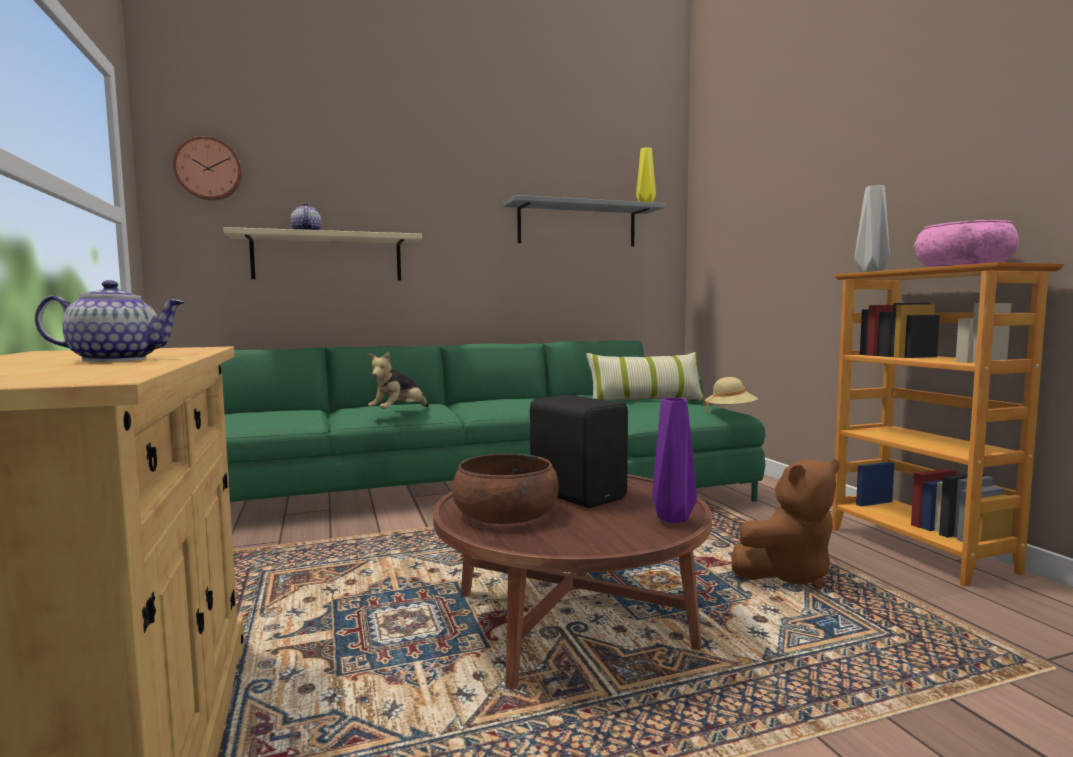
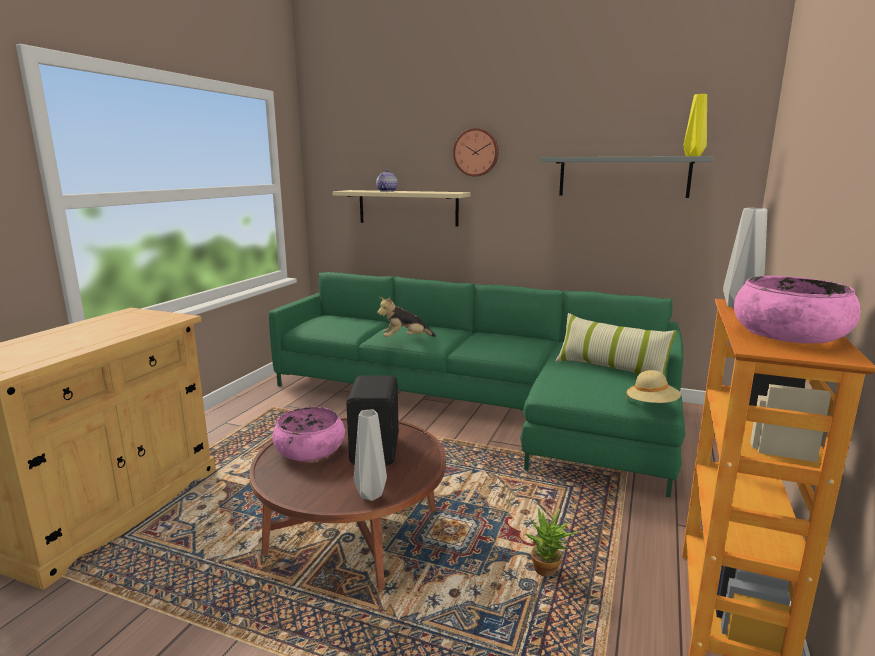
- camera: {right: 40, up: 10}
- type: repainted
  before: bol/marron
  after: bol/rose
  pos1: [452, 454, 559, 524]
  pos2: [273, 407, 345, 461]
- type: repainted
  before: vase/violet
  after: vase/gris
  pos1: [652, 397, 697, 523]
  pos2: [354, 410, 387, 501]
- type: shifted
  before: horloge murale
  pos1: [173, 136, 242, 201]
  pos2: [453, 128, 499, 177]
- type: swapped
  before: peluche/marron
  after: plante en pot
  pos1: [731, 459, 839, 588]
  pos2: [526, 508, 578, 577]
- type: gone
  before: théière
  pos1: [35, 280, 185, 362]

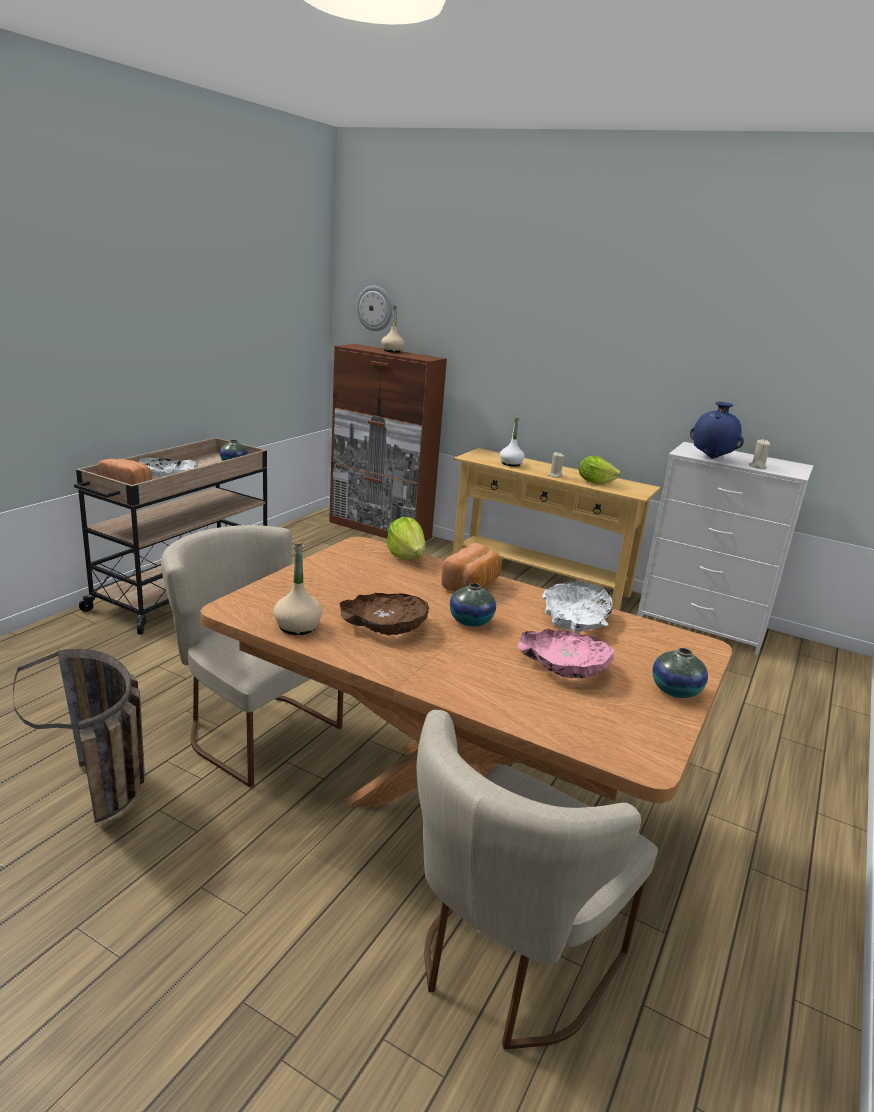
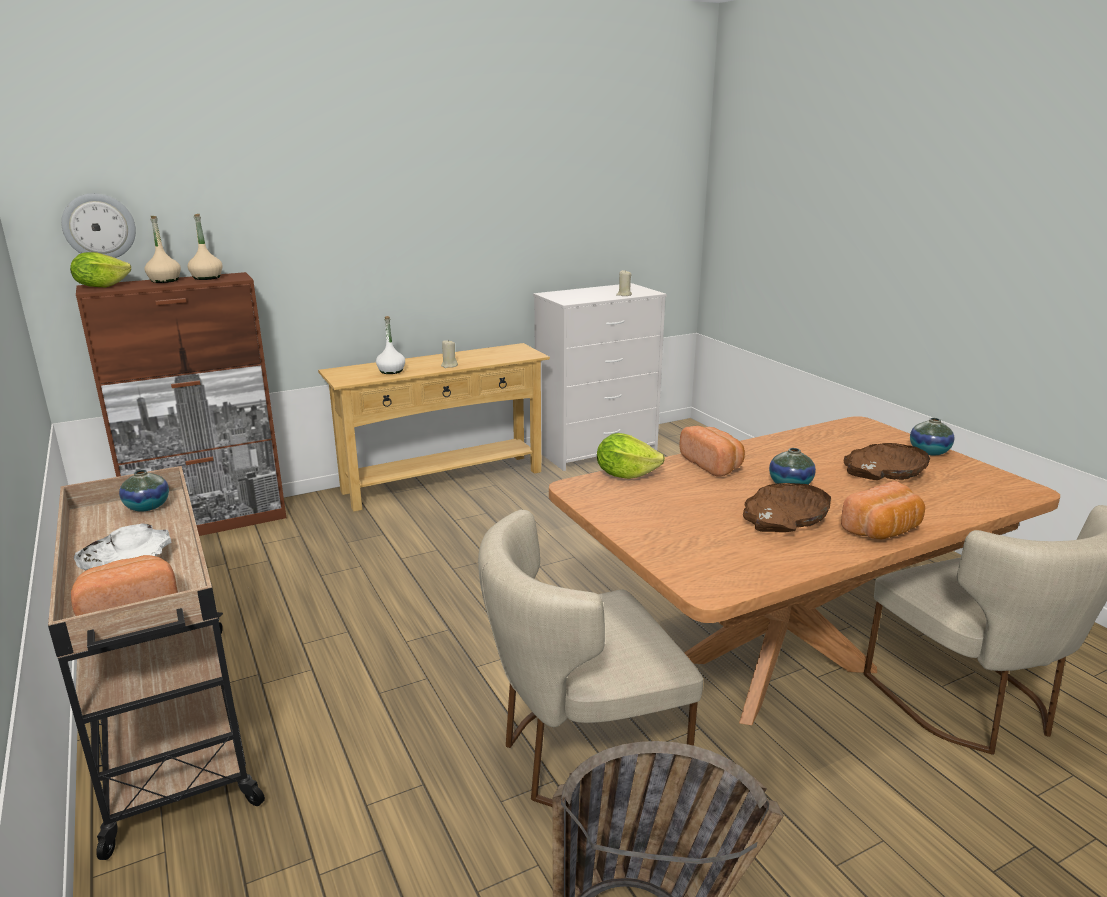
- camera: {right: -55, up: 0}
- type: shifted
  before: laitue
  pos1: [579, 456, 621, 484]
  pos2: [70, 252, 131, 287]
- type: shifted
  before: bouteille/beige
  pos1: [273, 541, 322, 635]
  pos2: [188, 214, 223, 280]
- type: new
  after: pain
  pos2: [841, 481, 925, 539]
- type: repainted
  before: bol/rose
  after: bol/marron
  pos1: [518, 629, 614, 679]
  pos2: [844, 443, 930, 480]
- type: gone
  before: bol/blanc
  pos1: [542, 581, 613, 634]
- type: gone
  before: vase/bleu
  pos1: [690, 402, 744, 459]

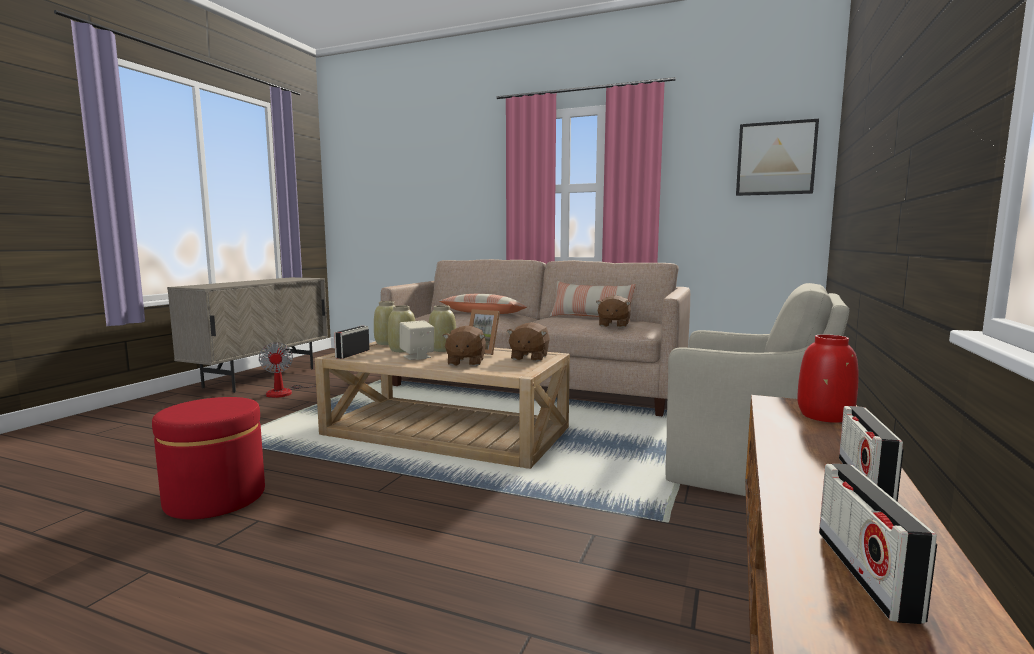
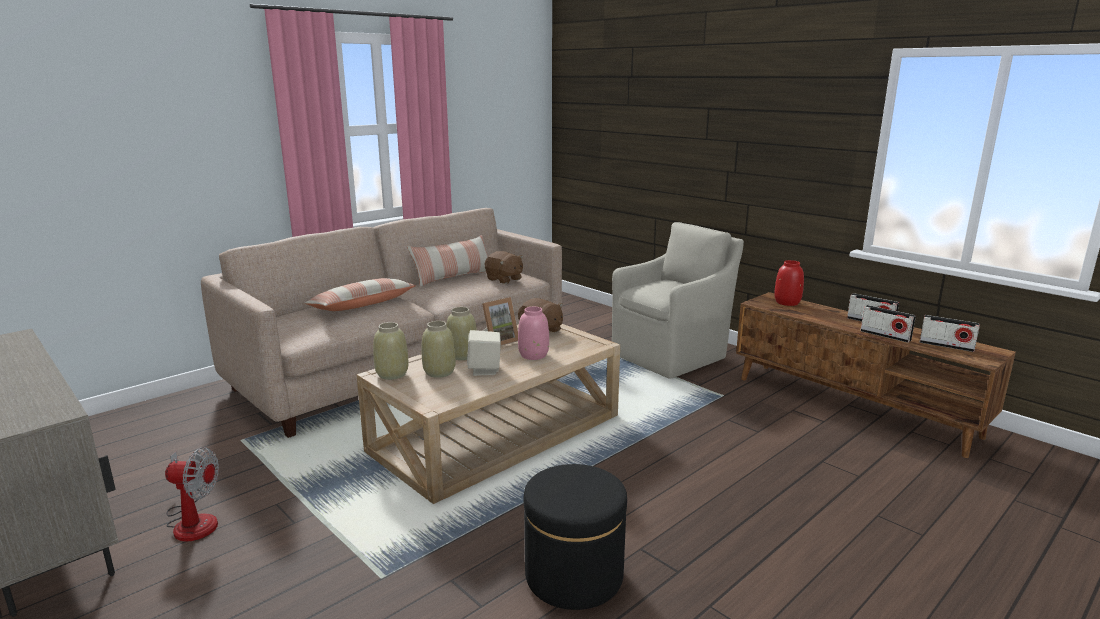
- camera: {right: -65, up: 10}
- type: swapped
  before: peluche/marron
  after: vase/rose
  pos1: [443, 325, 486, 366]
  pos2: [518, 307, 549, 360]
- type: repainted
  before: pouf/rouge
  after: pouf/noir
  pos1: [152, 397, 265, 519]
  pos2: [524, 464, 627, 610]
- type: shifted
  before: radio
  pos1: [334, 326, 370, 359]
  pos2: [860, 305, 916, 343]
- type: gone
  before: tableau
  pos1: [736, 119, 819, 196]

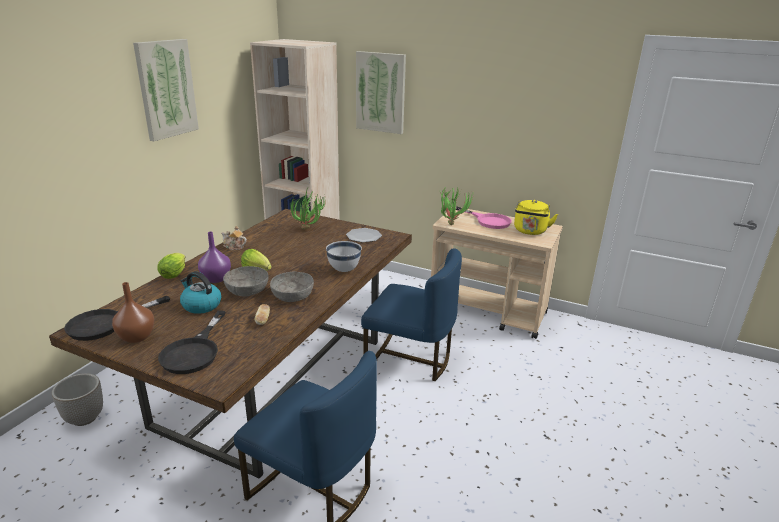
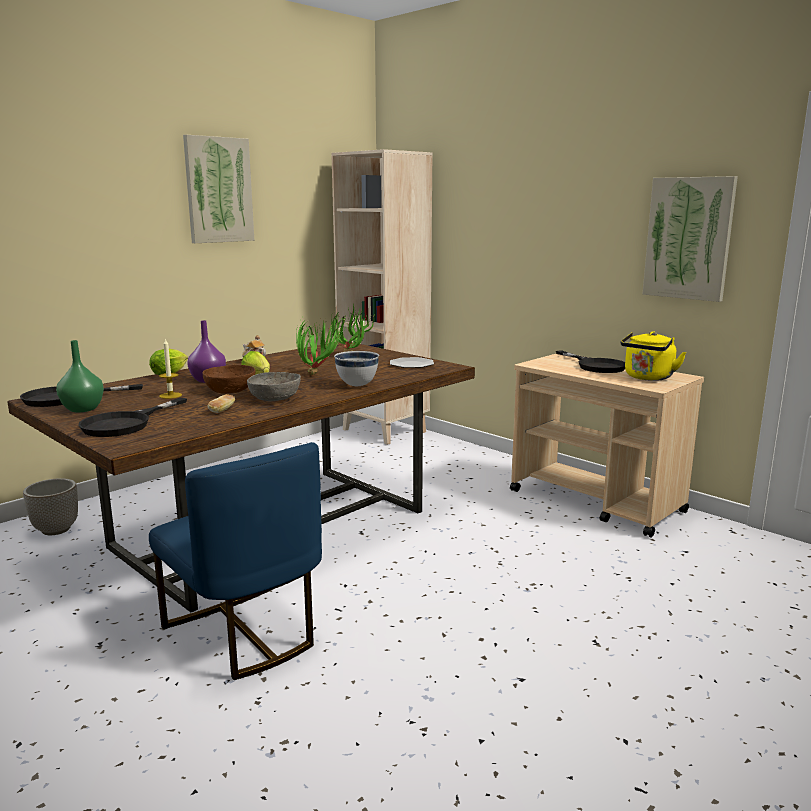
- camera: {right: 20, up: -10}
- type: repainted
  before: vase/marron
  after: vase/vert
  pos1: [112, 282, 154, 343]
  pos2: [56, 340, 104, 412]
- type: swapped
  before: bouilloire
  after: bougie
  pos1: [180, 271, 221, 314]
  pos2: [159, 339, 182, 399]
- type: repainted
  before: bol/gris
  after: bol/marron
  pos1: [223, 266, 269, 297]
  pos2: [203, 365, 255, 394]
- type: shifted
  before: plante en pot
  pos1: [439, 186, 474, 225]
  pos2: [296, 318, 343, 375]
- type: repainted
  before: poêle/rose
  after: poêle/noir
  pos1: [456, 206, 512, 229]
  pos2: [556, 350, 625, 373]
- type: shifted
  before: tableau
  pos1: [356, 51, 406, 134]
  pos2: [642, 176, 738, 302]
- type: gone
  before: chaise/bleu
  pos1: [361, 248, 462, 381]

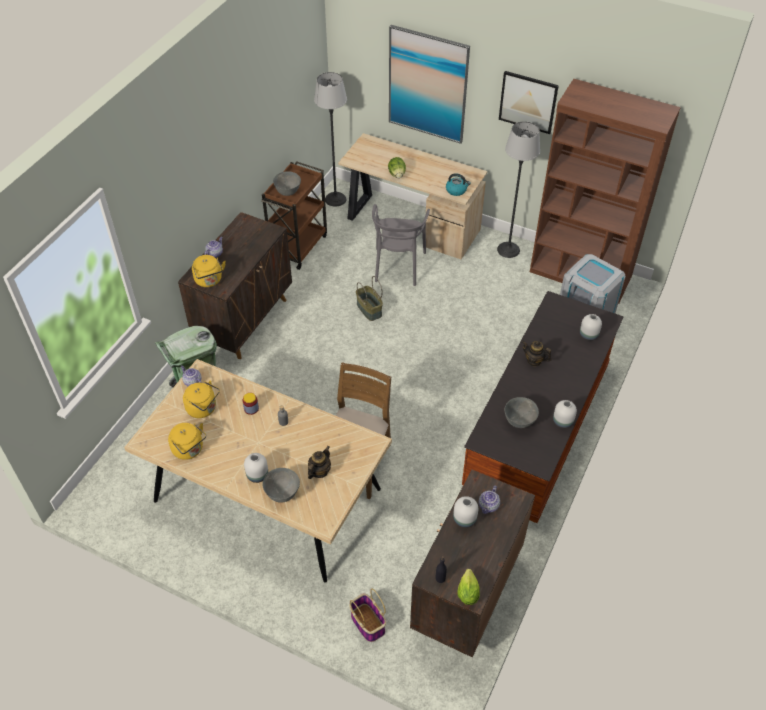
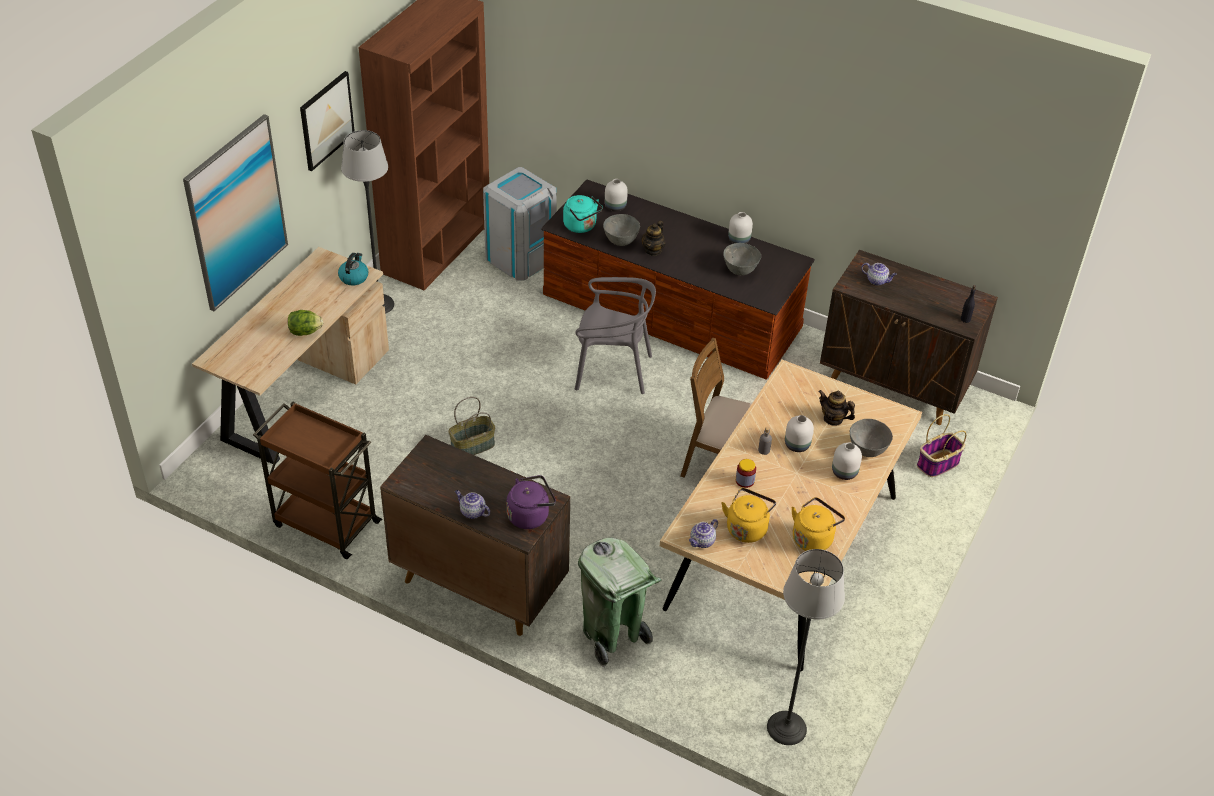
- camera: {right: -90, up: -5}
- type: repainted
  before: bouilloire/jaune
  after: bouilloire/violet
  pos1: [192, 255, 226, 287]
  pos2: [507, 475, 556, 529]
- type: new
  after: bouilloire/turquoise
  pos2: [563, 195, 603, 233]
- type: shifted
  before: chaise/gris
  pos1: [372, 204, 430, 286]
  pos2: [575, 277, 656, 394]
- type: shifted
  before: bol/gris
  pos1: [273, 171, 301, 196]
  pos2: [603, 214, 640, 246]
- type: shifted
  before: lampadaire
  pos1: [314, 72, 347, 207]
  pos2: [767, 549, 845, 745]
- type: shifted
  before: vase/blanc
  pos1: [453, 496, 478, 528]
  pos2: [785, 415, 814, 452]
- type: gone
  before: laitue
  pos1: [457, 569, 480, 605]

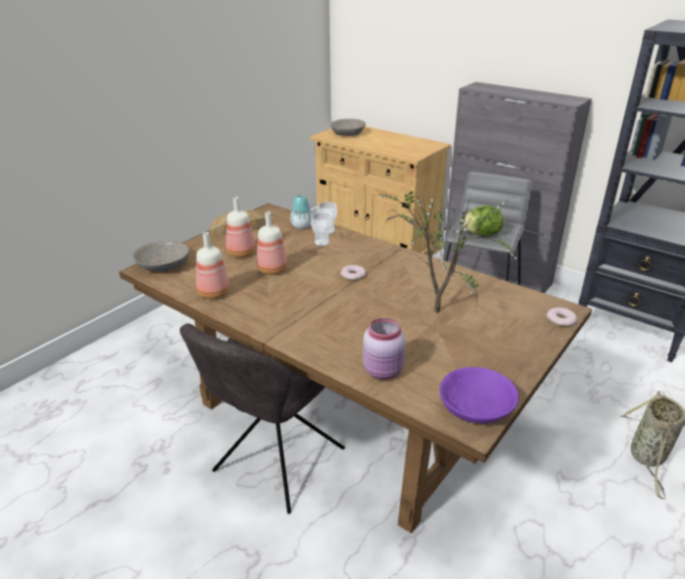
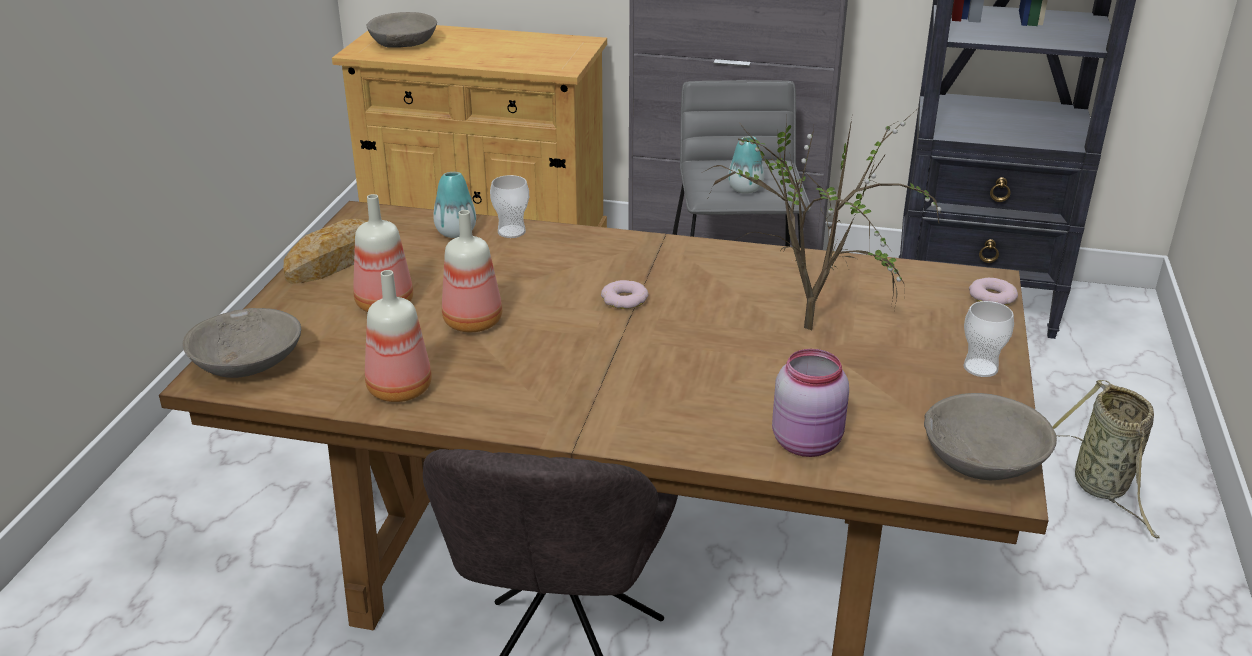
- camera: {right: -25, up: 0}
- type: swapped
  before: laitue
  after: vase
  pos1: [461, 206, 503, 236]
  pos2: [728, 136, 764, 194]
- type: repainted
  before: bol/violet
  after: bol/gris
  pos1: [439, 367, 519, 424]
  pos2: [924, 393, 1057, 480]
- type: shifted
  before: tasse
  pos1: [311, 212, 332, 246]
  pos2: [963, 301, 1014, 377]

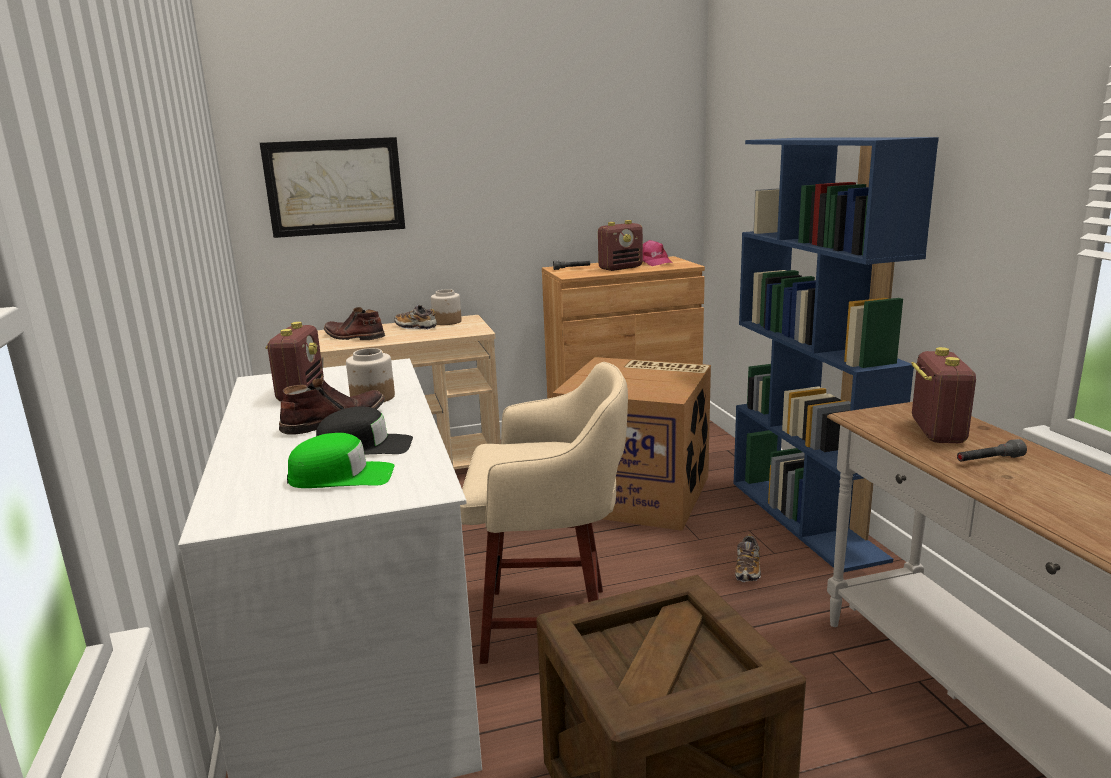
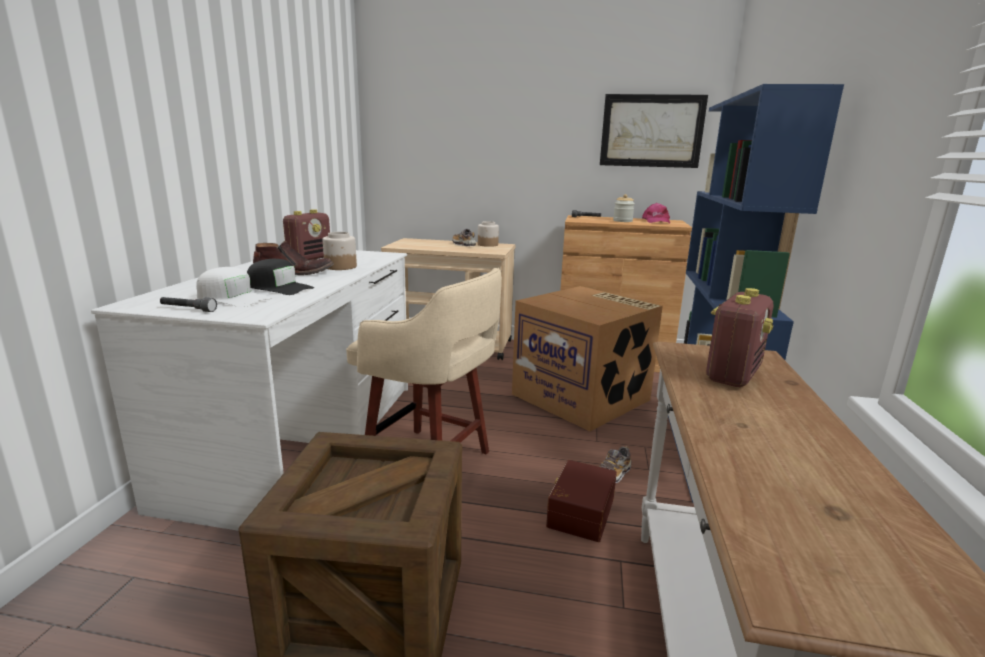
- camera: {right: 25, up: 0}
- type: shifted
  before: lampe de poche/gris
  pos1: [957, 439, 1027, 461]
  pos2: [160, 297, 217, 312]
- type: repainted
  before: casquette/vert
  after: casquette/blanc
  pos1: [287, 433, 395, 488]
  pos2: [196, 267, 271, 307]
- type: new
  after: boîte de rangement/marron
  pos2: [546, 460, 617, 542]
- type: shifted
  before: tableau
  pos1: [260, 137, 405, 238]
  pos2: [600, 94, 708, 168]
- type: swapped
  before: radio
  after: bocal
  pos1: [598, 220, 643, 271]
  pos2: [613, 194, 635, 222]
- type: gone
  before: botte/marron
  pos1: [324, 307, 385, 340]

